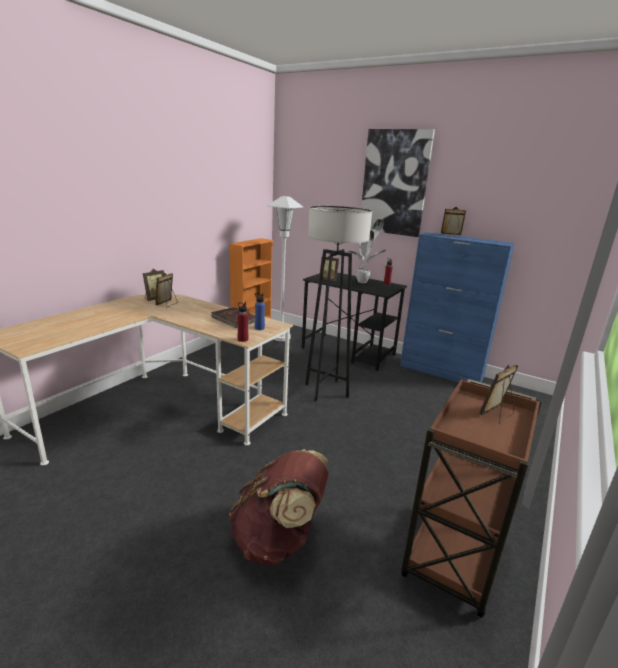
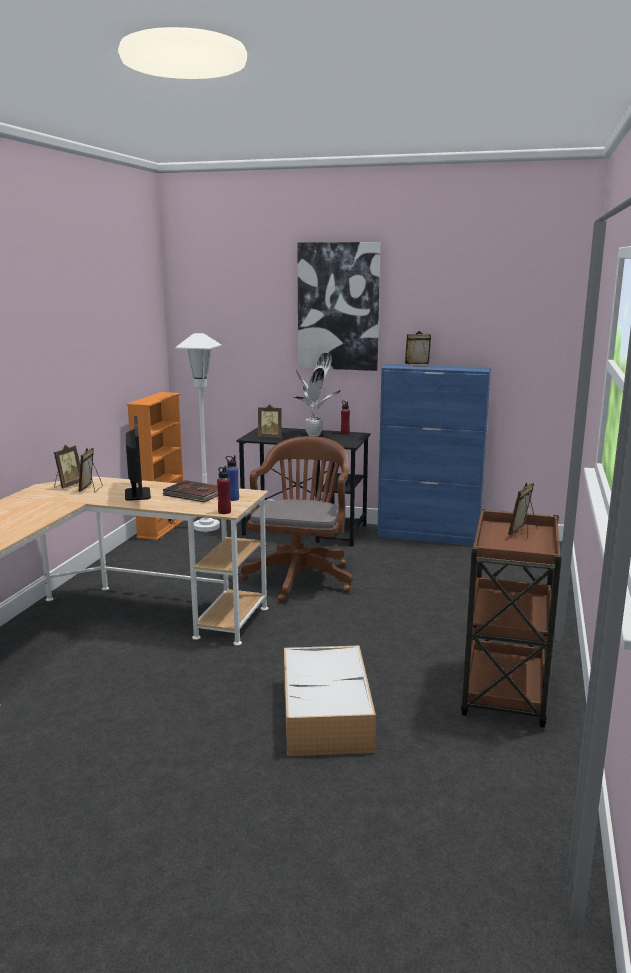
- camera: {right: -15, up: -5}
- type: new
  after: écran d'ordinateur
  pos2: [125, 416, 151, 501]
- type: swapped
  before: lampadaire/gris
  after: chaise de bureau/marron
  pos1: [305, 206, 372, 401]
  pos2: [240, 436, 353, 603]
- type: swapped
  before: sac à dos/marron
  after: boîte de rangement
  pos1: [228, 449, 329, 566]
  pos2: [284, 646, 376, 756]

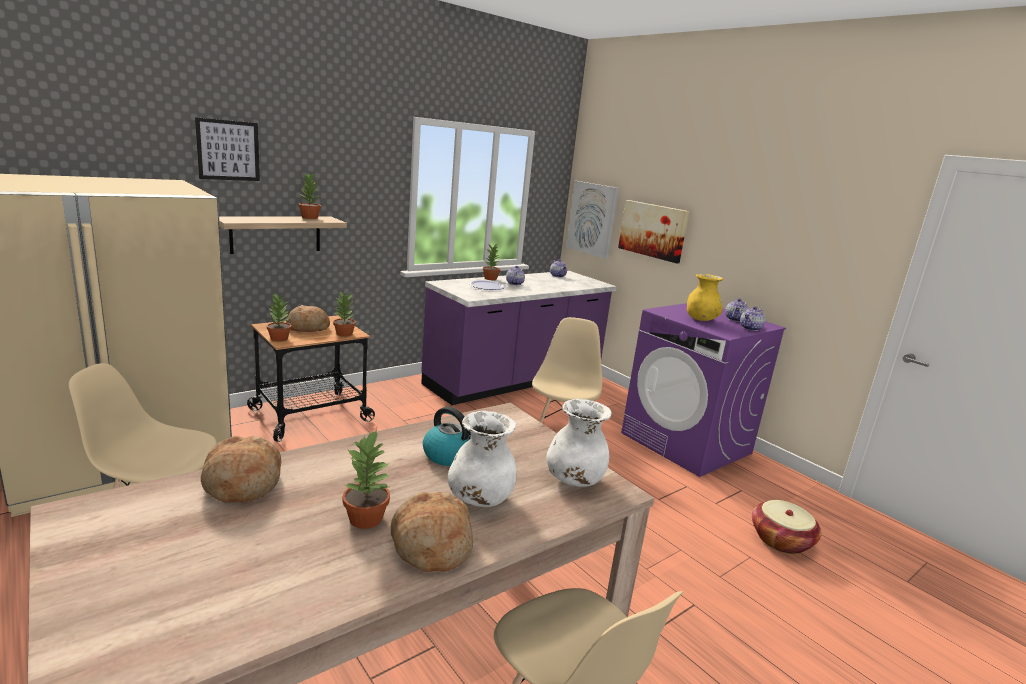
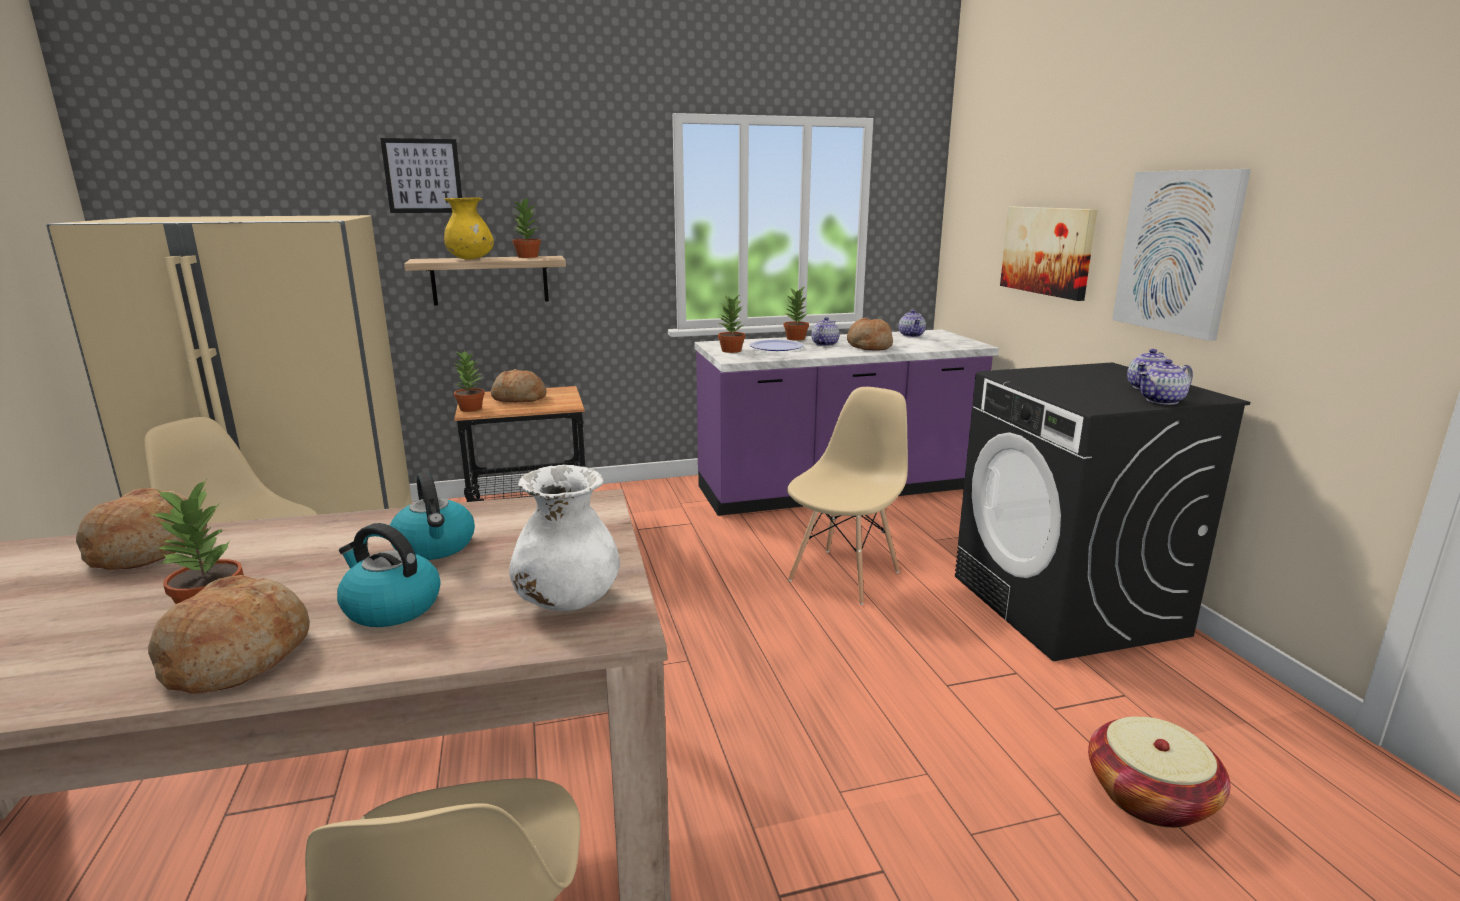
- camera: {right: 25, up: 0}
- type: swapped
  before: vase/blanc
  after: bouilloire
  pos1: [448, 411, 517, 507]
  pos2: [337, 523, 441, 627]
- type: shifted
  before: vase/jaune
  pos1: [687, 274, 723, 321]
  pos2: [444, 197, 494, 259]
- type: shifted
  before: plante en pot
  pos1: [333, 291, 356, 337]
  pos2: [718, 295, 745, 353]
- type: new
  after: pain
  pos2: [847, 318, 893, 351]
- type: repainted
  before: lave-linge/violet
  after: lave-linge/noir
  pos1: [621, 303, 786, 477]
  pos2: [955, 362, 1250, 661]
- type: shifted
  before: tableau
  pos1: [566, 181, 619, 259]
  pos2: [1112, 169, 1251, 341]

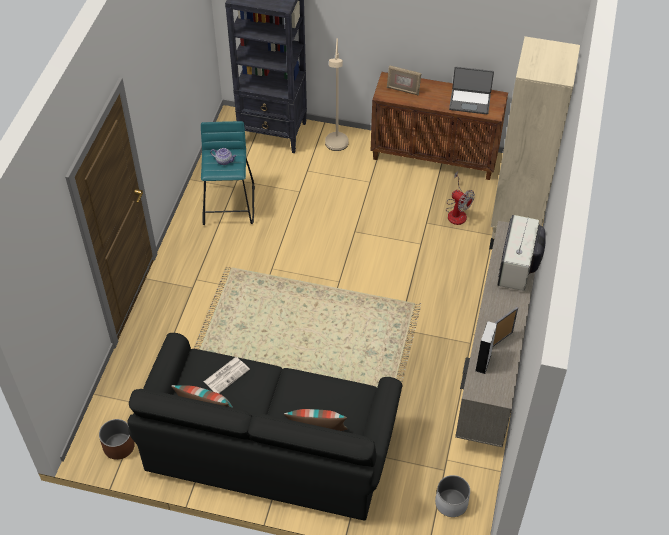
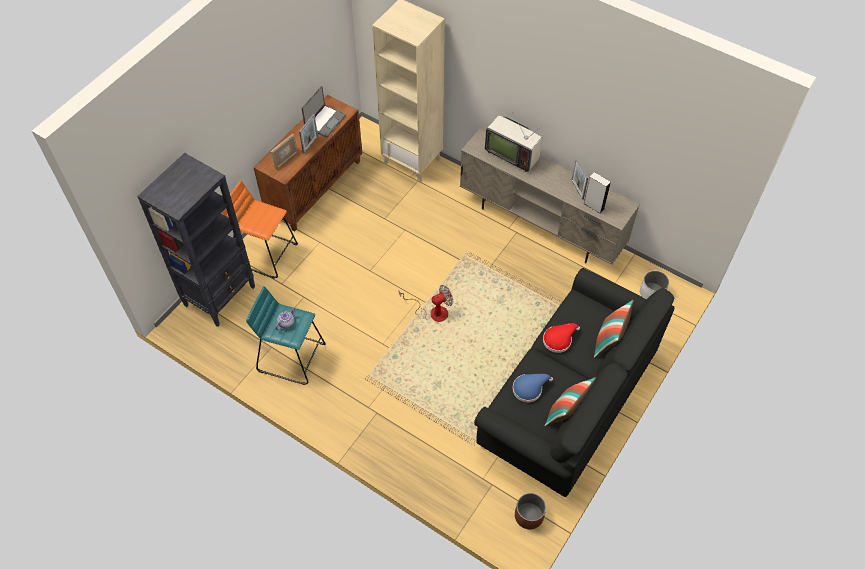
- camera: {right: -70, up: 5}
- type: swapped
  before: lampadaire/beige
  after: tabouret/orange
  pos1: [325, 38, 348, 151]
  pos2: [222, 180, 298, 279]
- type: new
  after: cadre photo
  pos2: [299, 114, 318, 154]
- type: shifted
  before: ventilateur
  pos1: [446, 171, 475, 225]
  pos2: [399, 285, 453, 322]
- type: swapped
  before: journal
  after: chapeau/bleu
  pos1: [204, 357, 250, 393]
  pos2: [513, 374, 553, 403]
- type: new
  after: chapeau/rouge
  pos2: [543, 323, 580, 353]

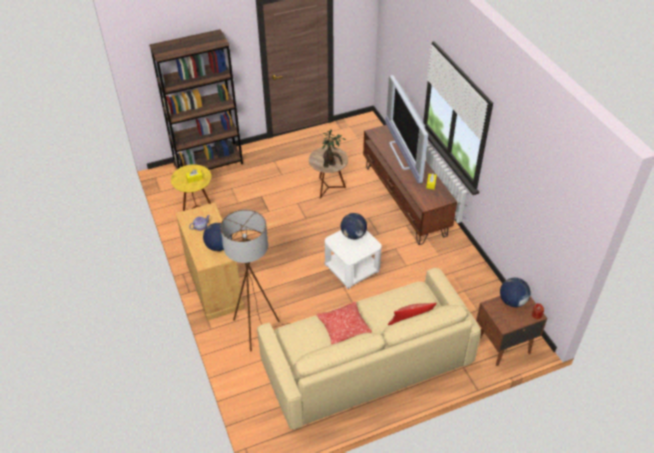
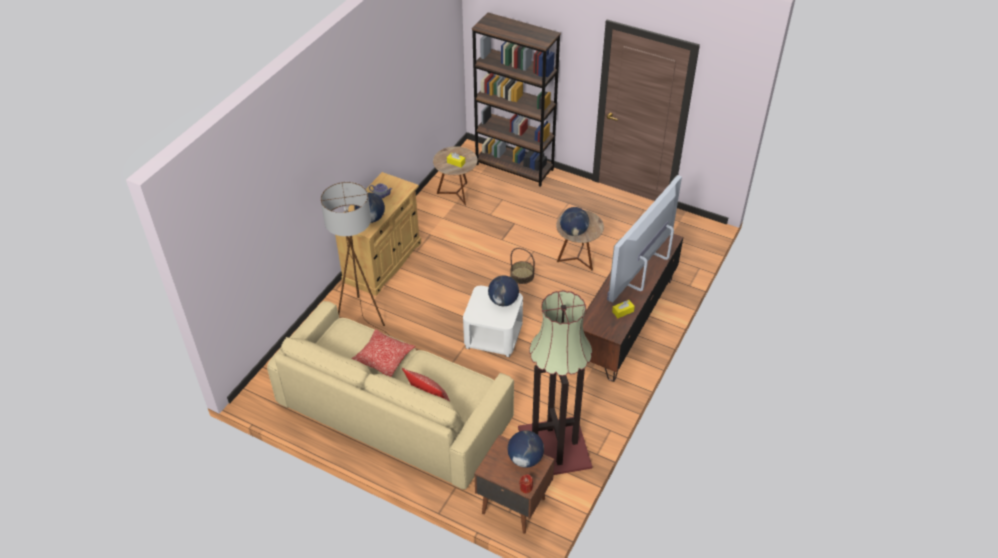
- camera: {right: 50, up: 0}
- type: repainted
  before: table d'appoint/jaune
  after: table d'appoint/marron
  pos1: [171, 164, 212, 211]
  pos2: [433, 146, 477, 206]
- type: new
  after: panier
  pos2: [510, 248, 535, 284]
- type: new
  after: lampadaire
  pos2: [518, 290, 593, 475]
- type: swapped
  before: plante en pot
  after: globe
  pos1: [322, 129, 346, 168]
  pos2: [560, 207, 589, 236]

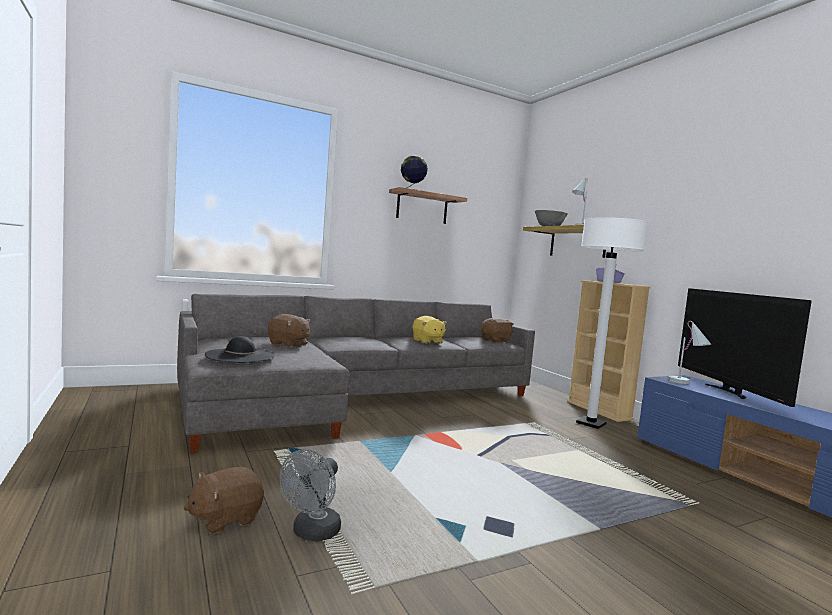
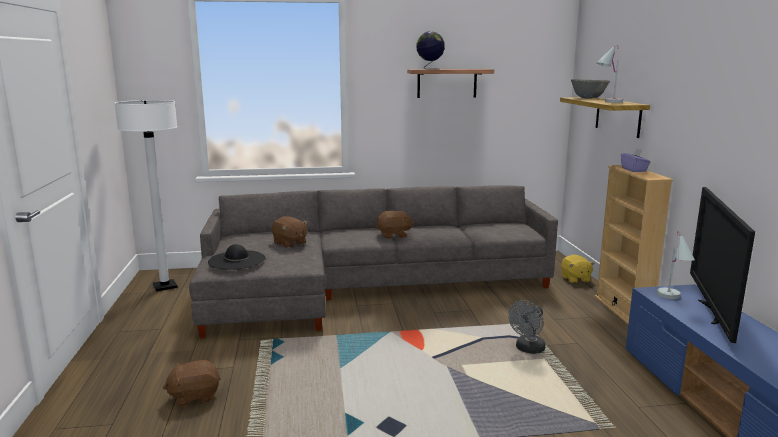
- camera: {right: 20, up: 10}
- type: shifted
  before: lampadaire/blanc
  pos1: [576, 217, 648, 429]
  pos2: [115, 100, 178, 291]
- type: shifted
  before: peluche/marron
  pos1: [481, 318, 514, 342]
  pos2: [376, 211, 414, 239]
- type: shifted
  before: ventilateur/gris
  pos1: [280, 449, 341, 542]
  pos2: [508, 300, 545, 354]
- type: shifted
  before: peluche/jaune
  pos1: [413, 316, 447, 344]
  pos2: [561, 255, 595, 284]

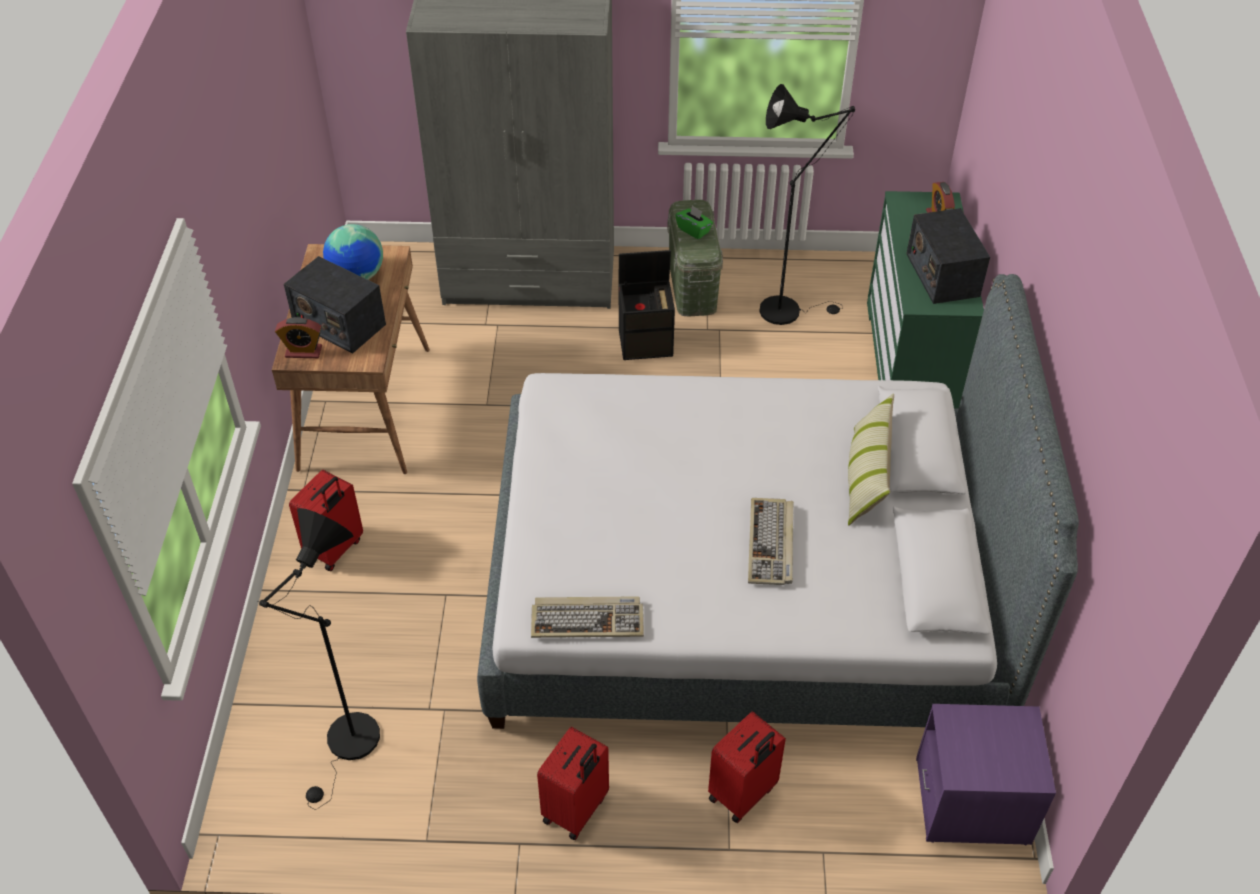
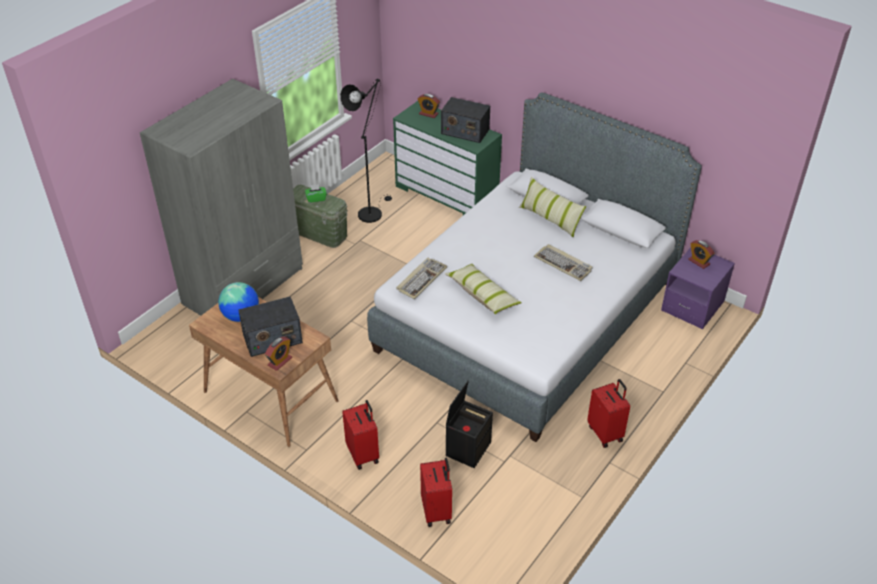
- camera: {right: -55, up: -5}
- type: shifted
  before: clavier
  pos1: [531, 596, 644, 638]
  pos2: [396, 258, 447, 299]
- type: shifted
  before: valise/rouge
  pos1: [708, 711, 786, 823]
  pos2: [420, 458, 452, 527]
- type: new
  after: coussin
  pos2: [445, 263, 522, 314]
- type: shifted
  before: boîte de rangement/noir
  pos1: [618, 250, 675, 360]
  pos2: [446, 381, 493, 468]
- type: new
  after: réveil
  pos2: [688, 240, 714, 269]
- type: gone
  before: lampadaire/noir
  pos1: [258, 508, 380, 810]

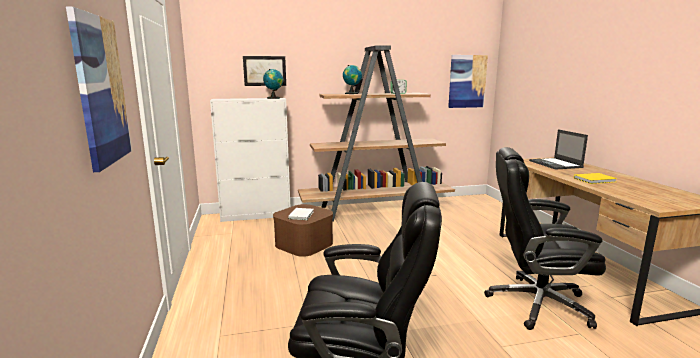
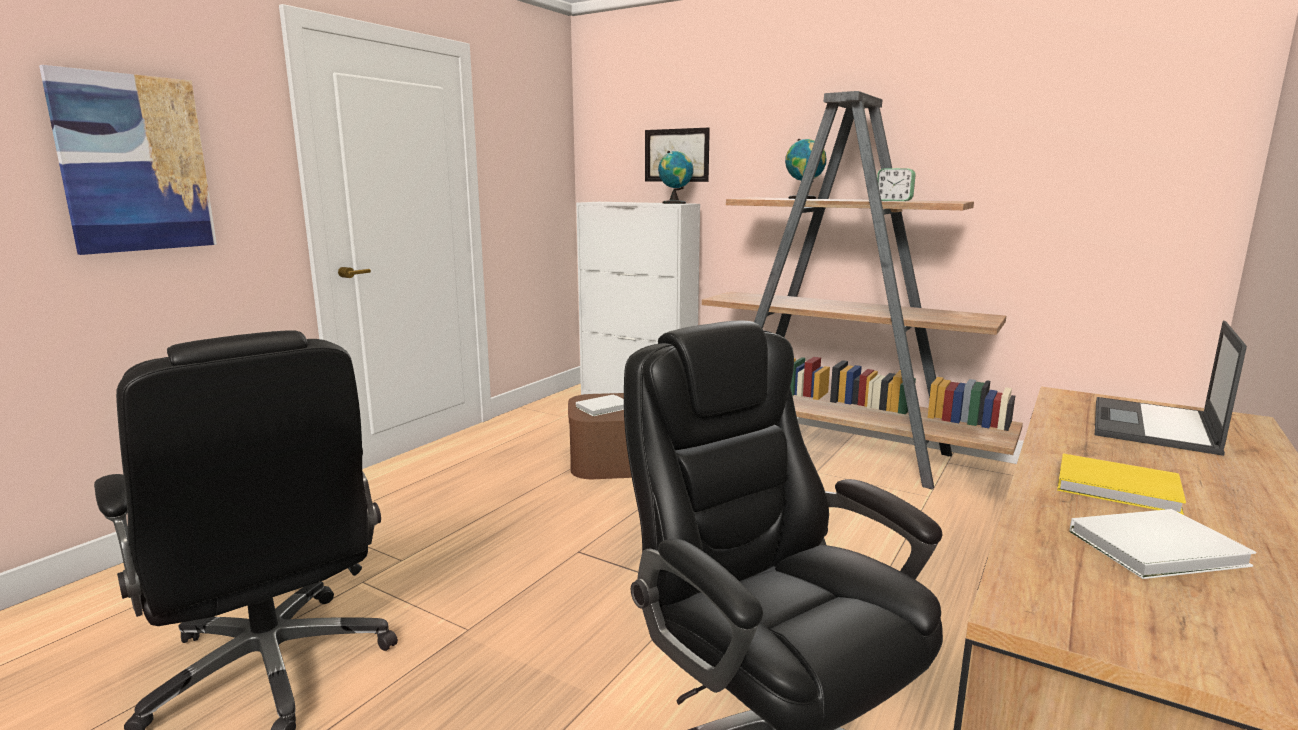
- camera: {right: 45, up: 0}
- type: new
  after: livre/blanc
  pos2: [1070, 509, 1256, 579]
- type: gone
  before: tableau
  pos1: [448, 55, 488, 108]

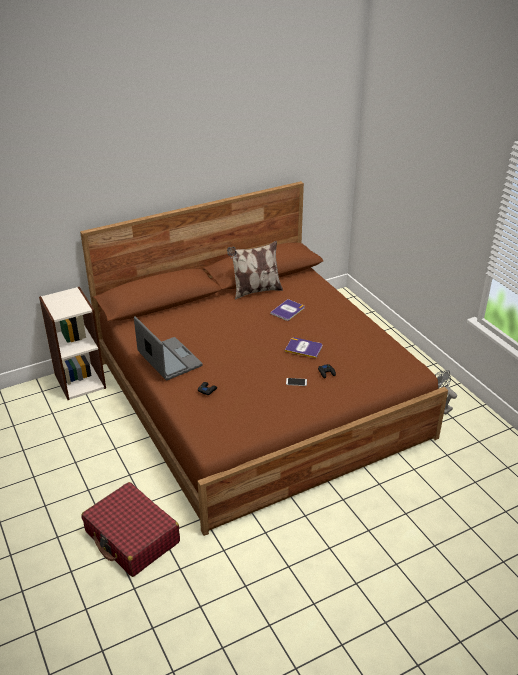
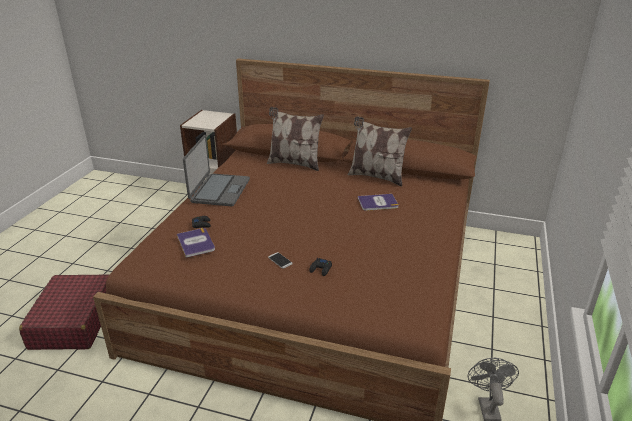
- camera: {right: 45, up: -5}
- type: shifted
  before: livre
  pos1: [285, 337, 322, 358]
  pos2: [177, 228, 215, 258]
- type: new
  after: coussin
  pos2: [267, 107, 324, 171]

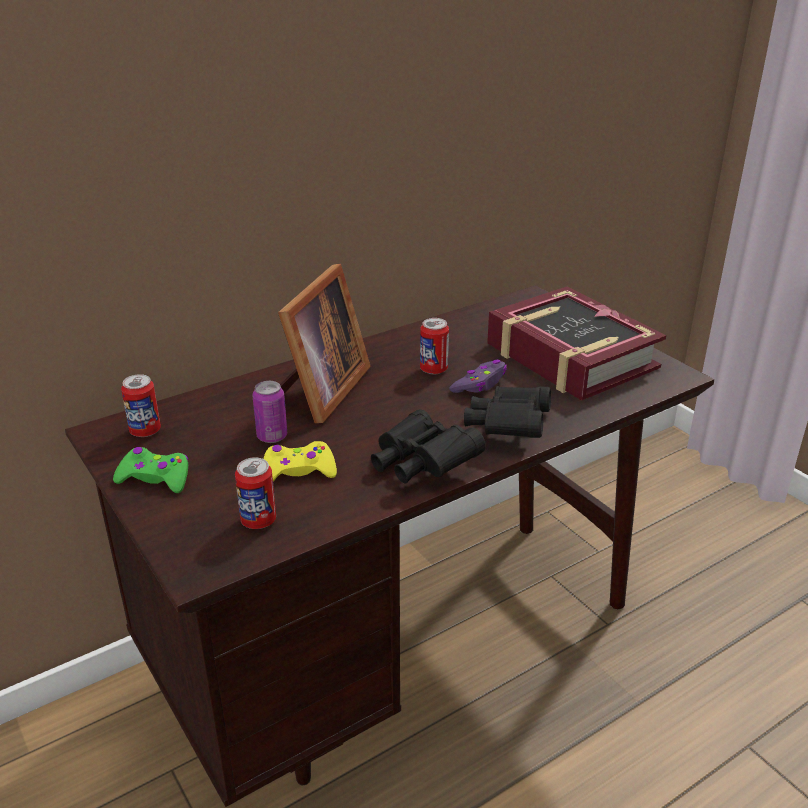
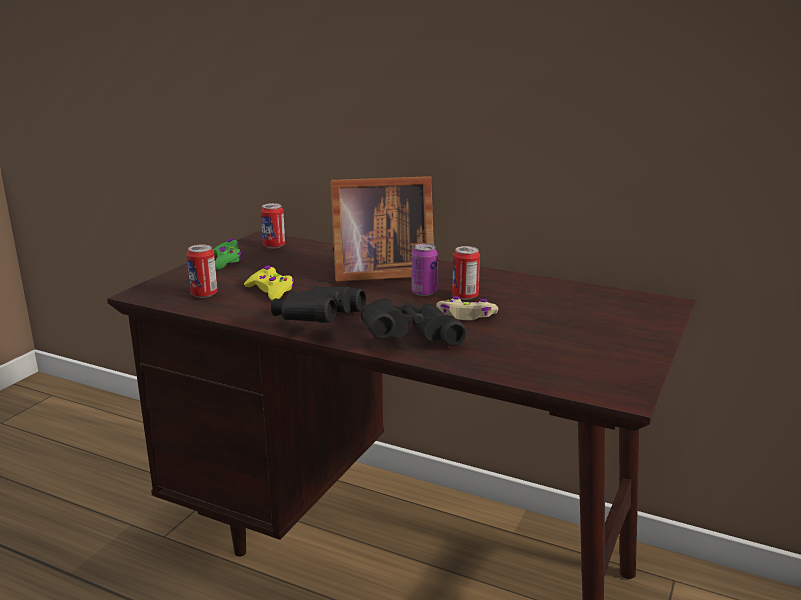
- camera: {right: 60, up: -10}
- type: shifted
  before: boîte métallique
  pos1: [252, 381, 287, 443]
  pos2: [412, 244, 438, 296]
- type: repainted
  before: manette/violet
  after: manette/beige
  pos1: [449, 360, 507, 393]
  pos2: [437, 296, 498, 320]
- type: gone
  before: livre
  pos1: [487, 287, 666, 401]

